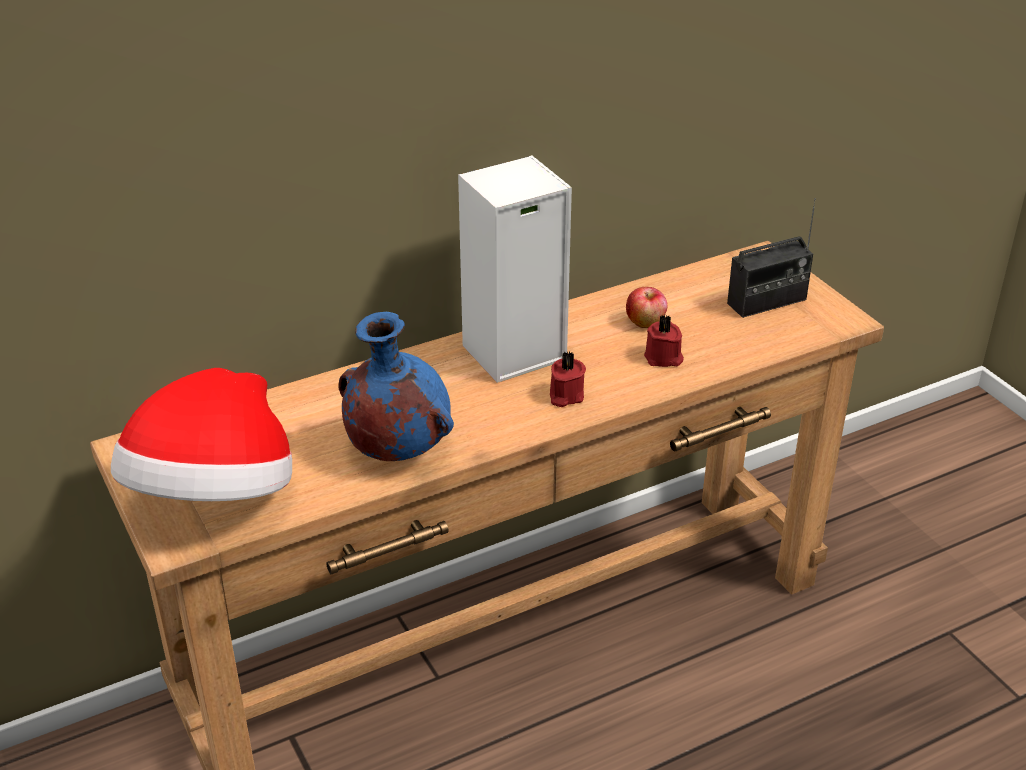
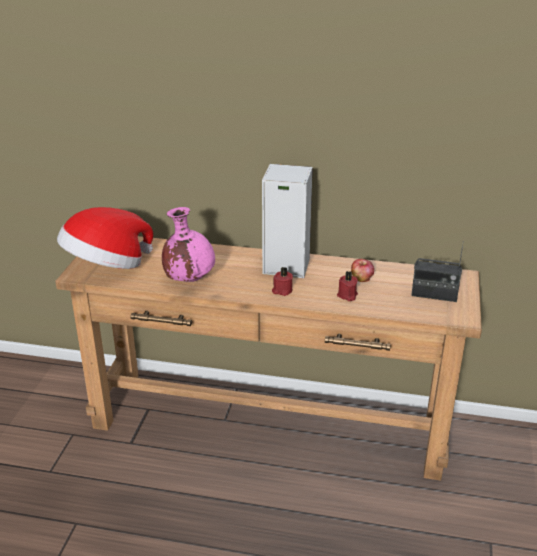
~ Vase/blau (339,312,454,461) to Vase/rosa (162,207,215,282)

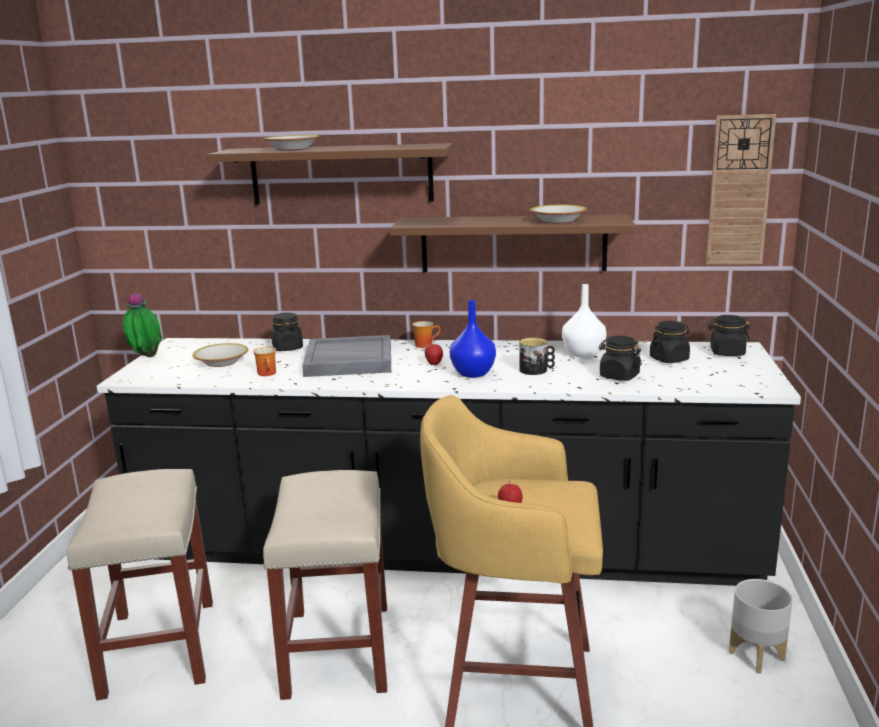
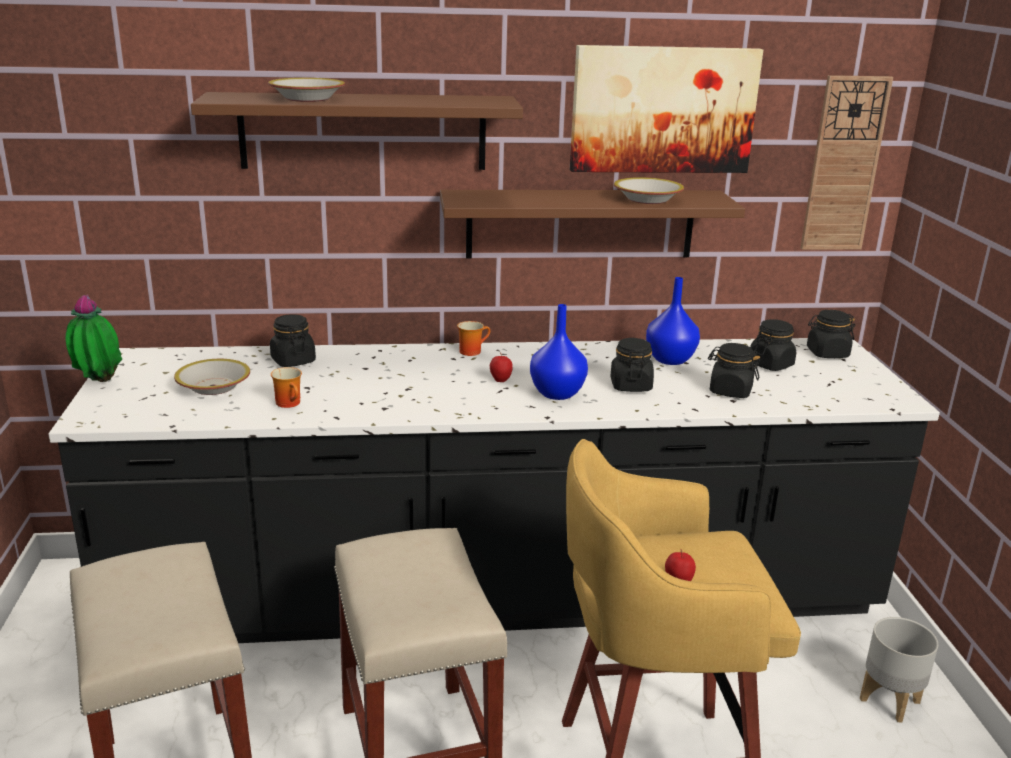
~ Vase/weiß (562,284,607,358) to Vase/blau (646,277,700,365)
- Tablett/grau (302,335,391,377)
~ Henkelbecher (519,338,555,375) to Vorratsglas/schwarz (611,338,654,392)
+ Bild (570,45,763,173)

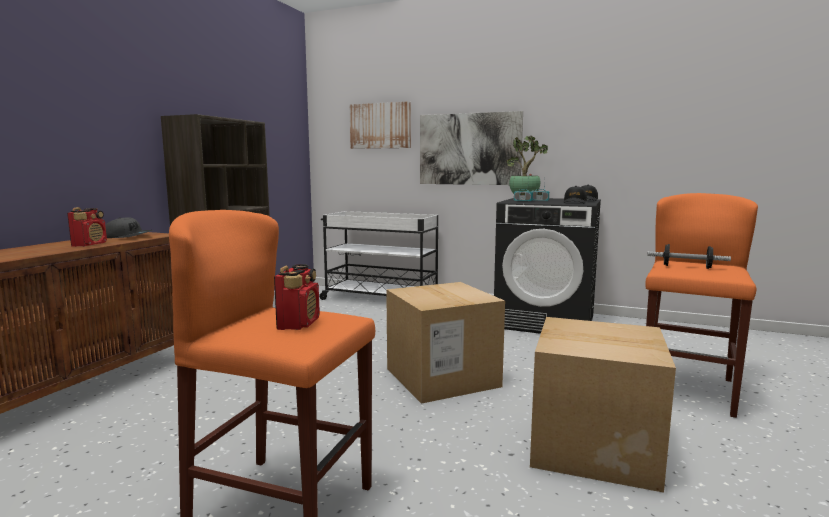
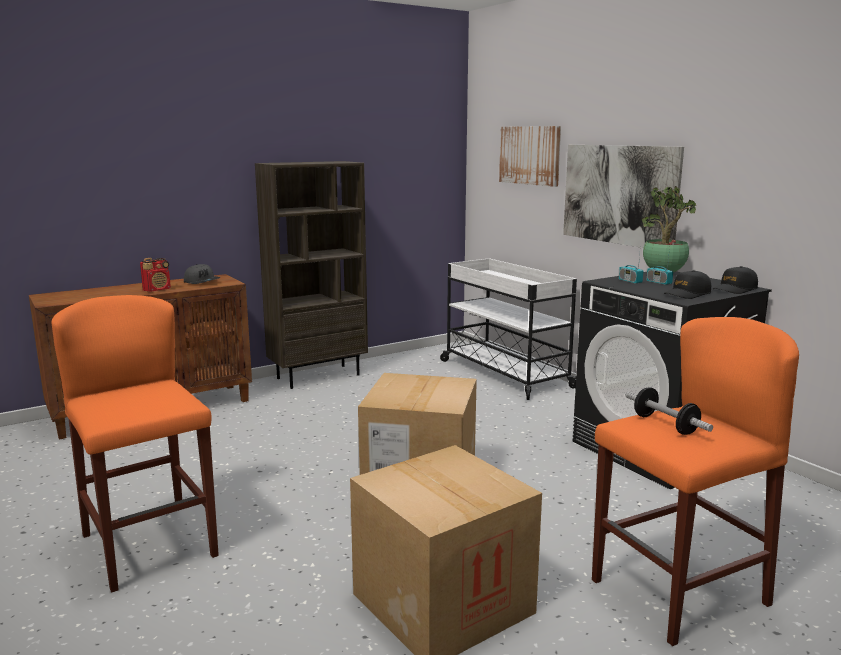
- Radio (274,264,320,330)

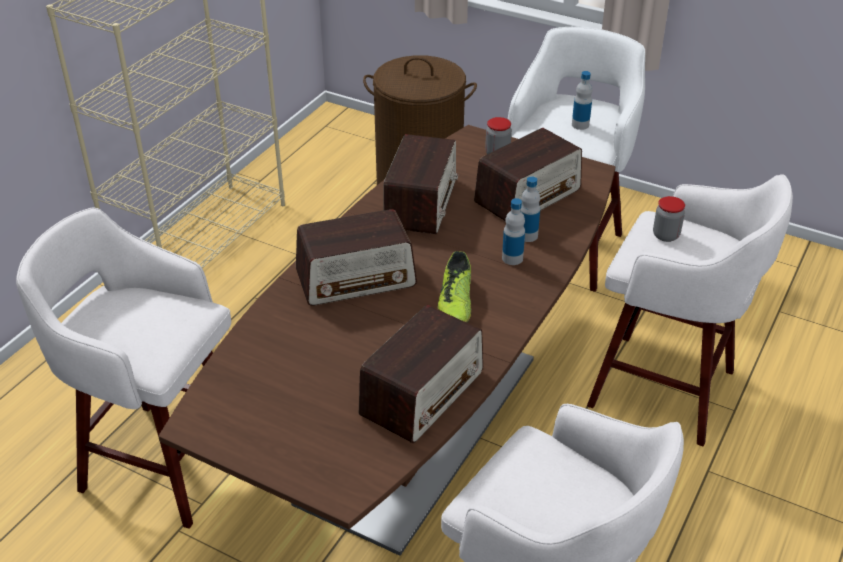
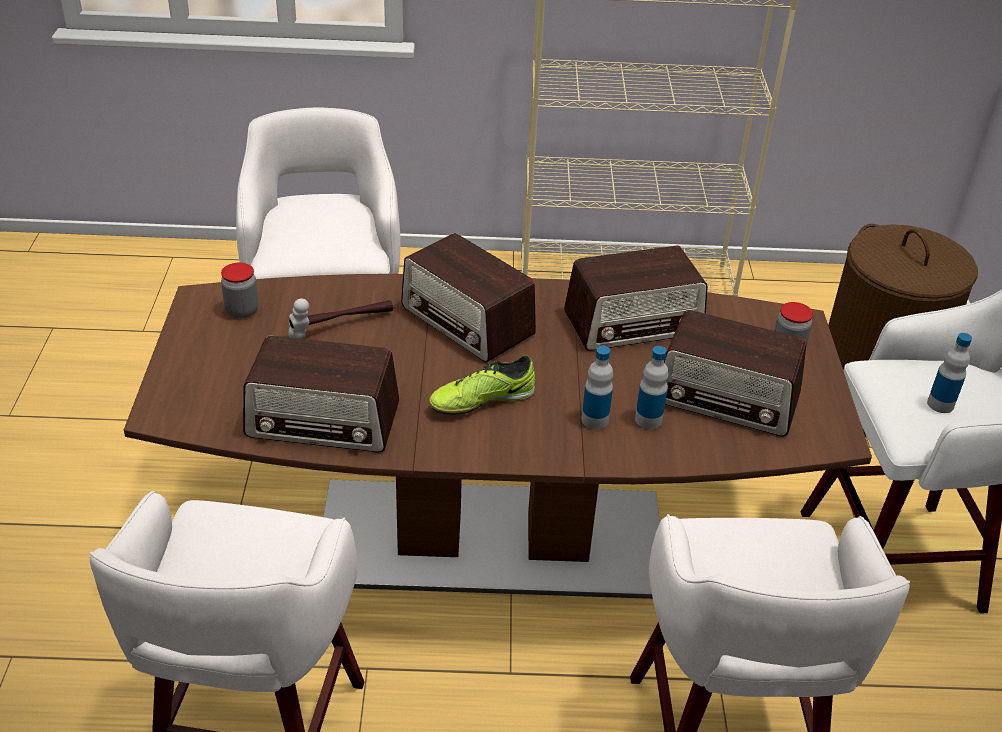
~ Vorratsglas (653,196,685,242) to (221,263,259,318)
+ Hammer (288,299,393,339)

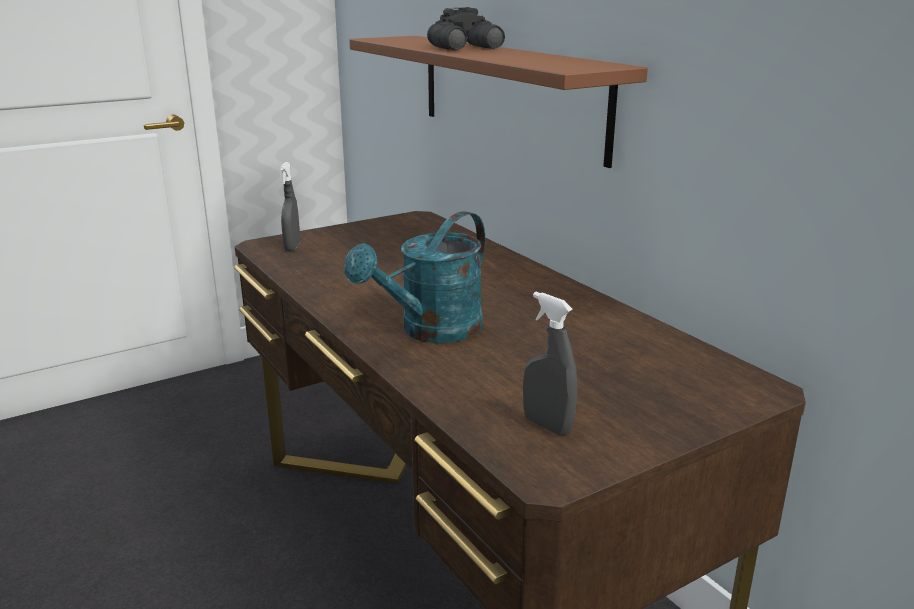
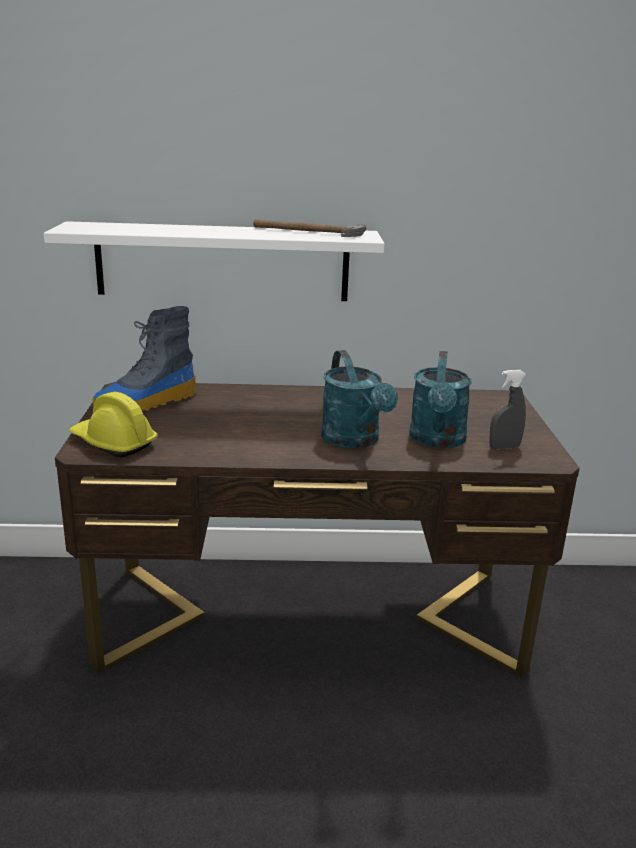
- Fernglas/schwarz (427,7,505,50)
~ Wandregal/braun (349,36,648,168) to Wandregal/weiß (44,221,385,301)
~ Sprühflasche/grau (280,162,300,251) to Schutzhelm/gelb (69,392,158,458)
+ Hammer (253,219,366,237)
+ Stiefel (93,306,196,411)
+ Gießkanne/türkis (409,351,472,448)

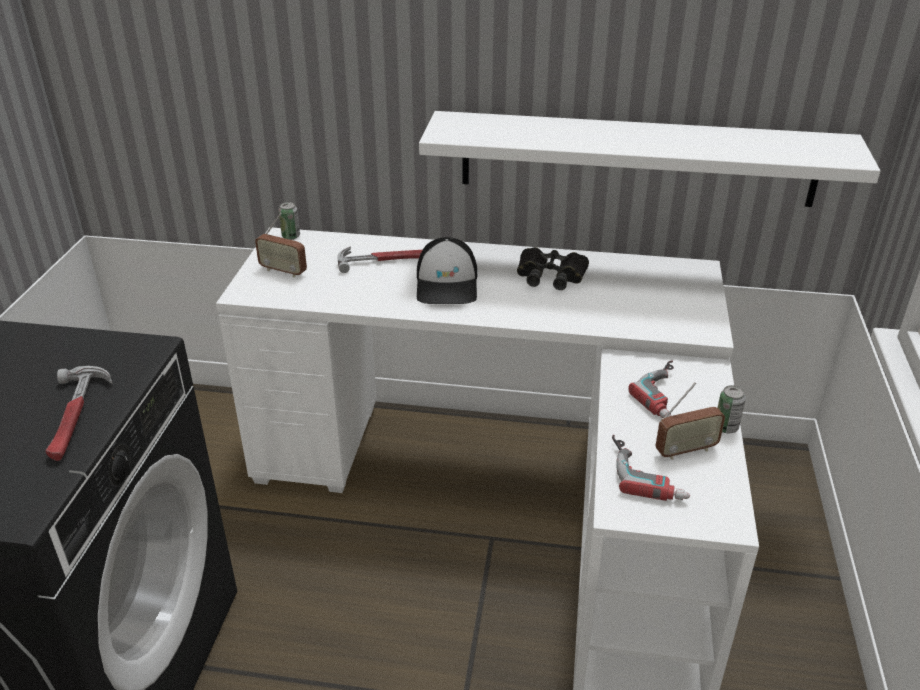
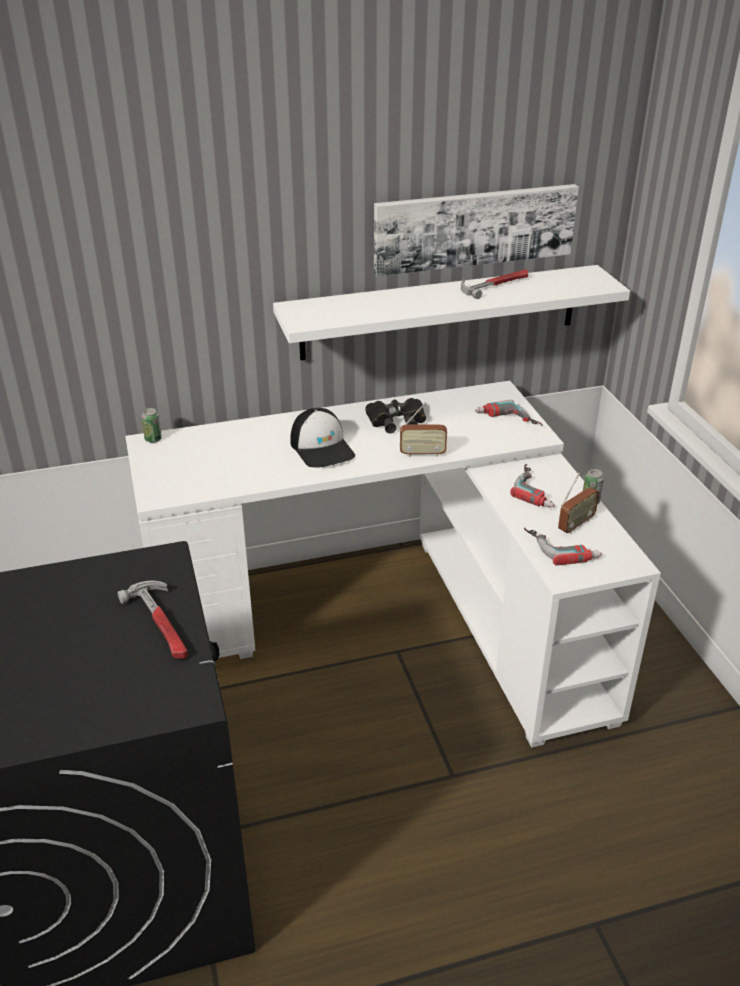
~ Radio (255,213,307,278) to (400,403,447,457)
~ Hammer (337,247,422,273) to (461,269,528,299)
+ Bild (374,184,579,276)
+ Bohrmaschine (475,400,543,426)

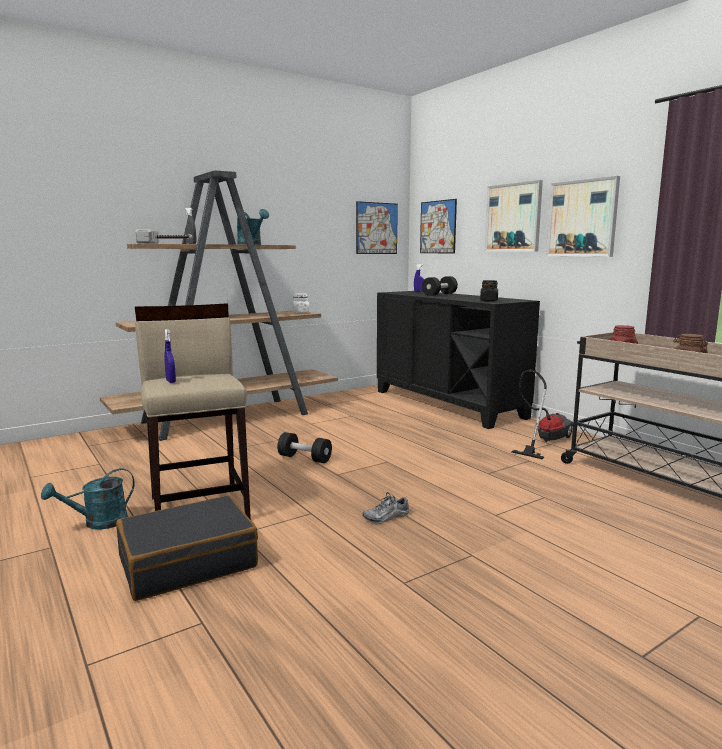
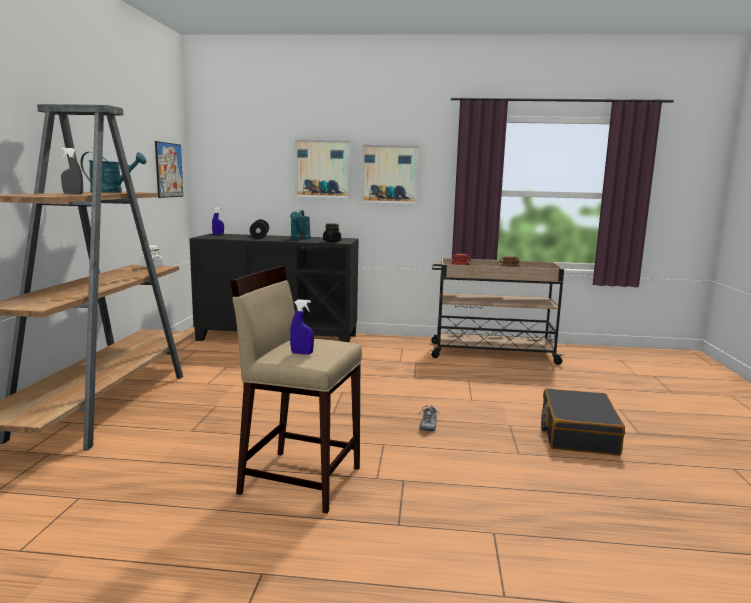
- Bild (420,199,457,253)
- Hammer (135,229,193,244)
- Staubsauger (512,370,573,459)
- Hantel/schwarz (277,432,332,463)
~ Gießkanne/türkis (41,468,135,530) to (290,210,311,240)
~ Koffer/schwarz (116,495,258,601) to (541,388,625,456)

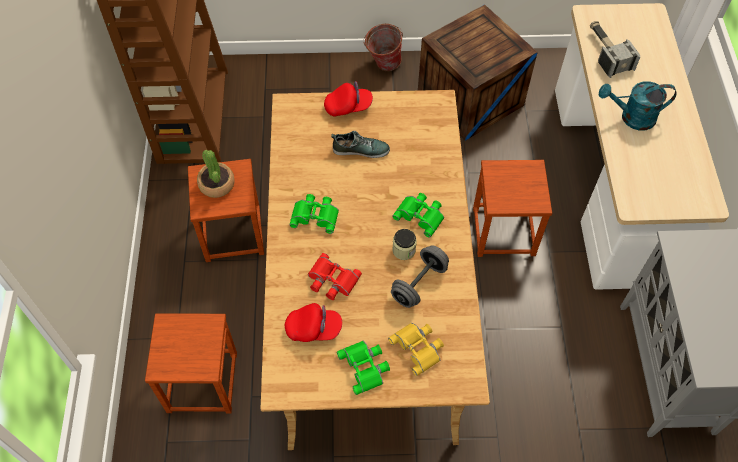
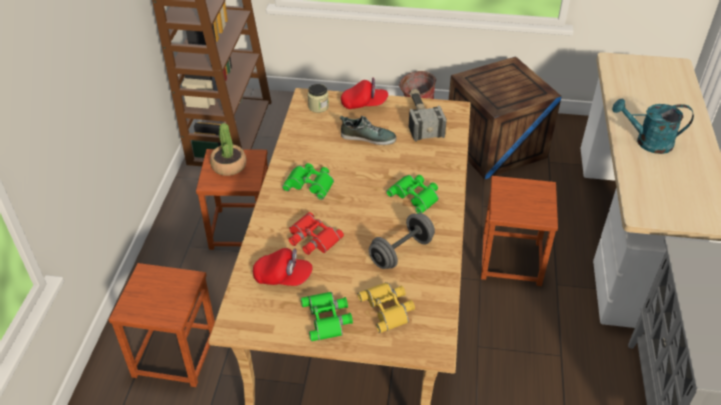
~ Hammer (590,21,640,78) to (409,89,447,142)
~ Vorratsglas (392,229,417,260) to (308,84,329,113)

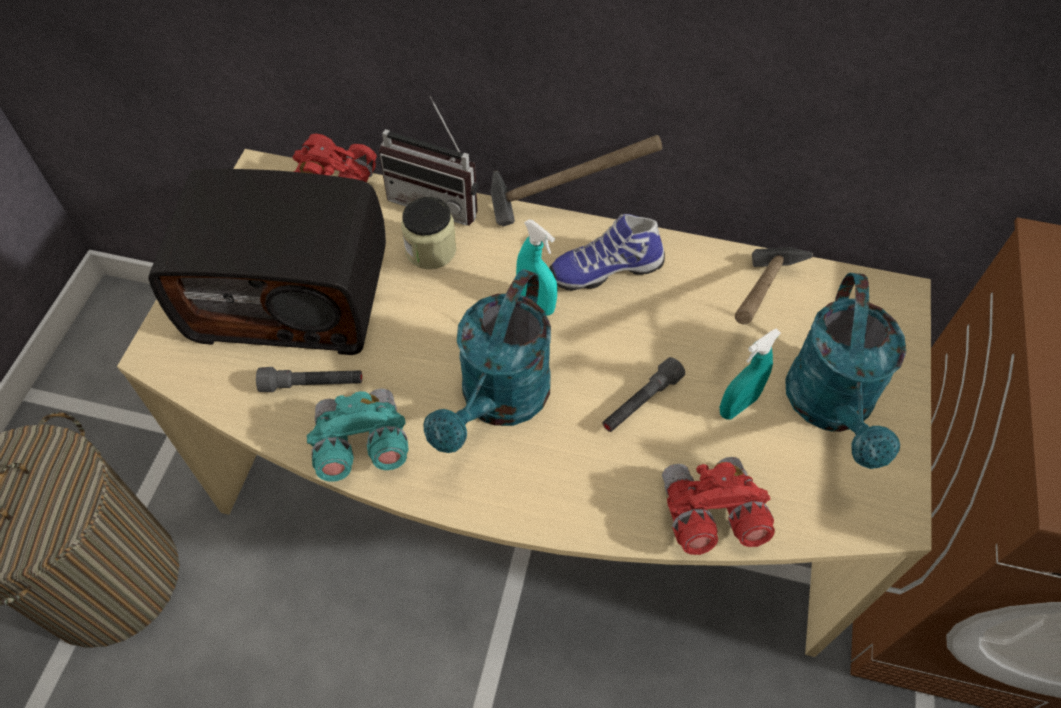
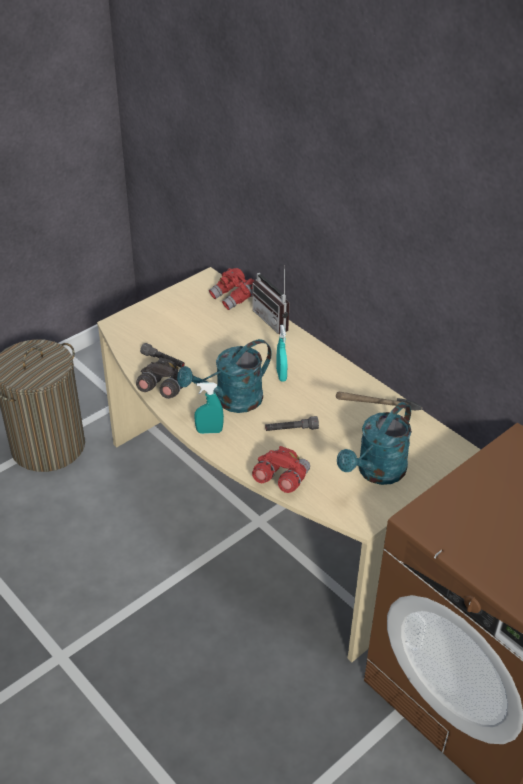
- Hammer (490,135,662,227)
- Radio (148,169,386,355)
- Vorratsglas (401,197,456,269)
- Schuh (549,214,665,291)
~ Sprühflasche/türkis (720,329,781,419) to (194,382,224,434)
~ Fernglas/türkis (307,389,409,482) to Fernglas/grau (136,357,183,399)

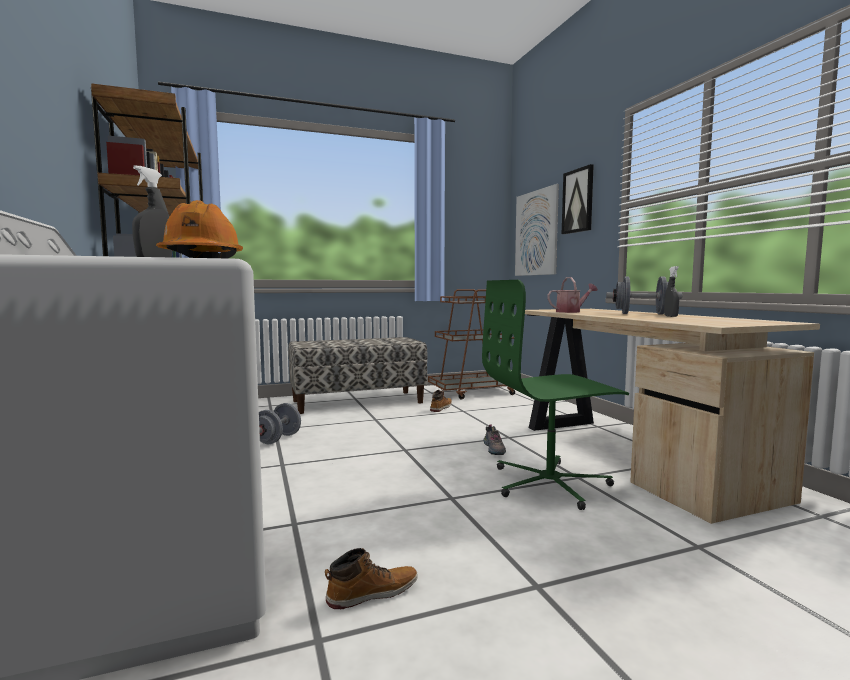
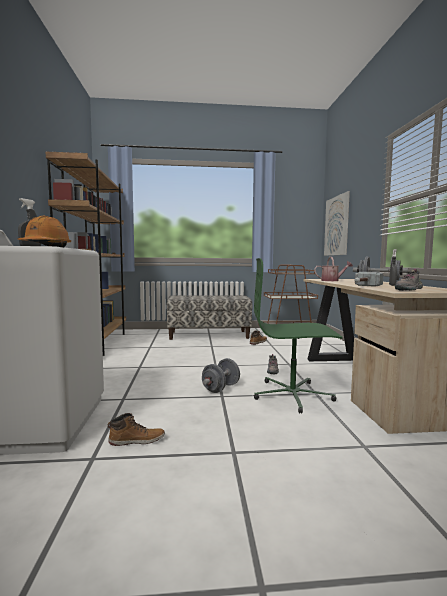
- Bild (562,164,594,234)
~ Hantel/grau (259,403,301,444) to (202,358,240,393)
+ Schuh (395,269,423,291)
+ Hammer (354,272,383,287)

